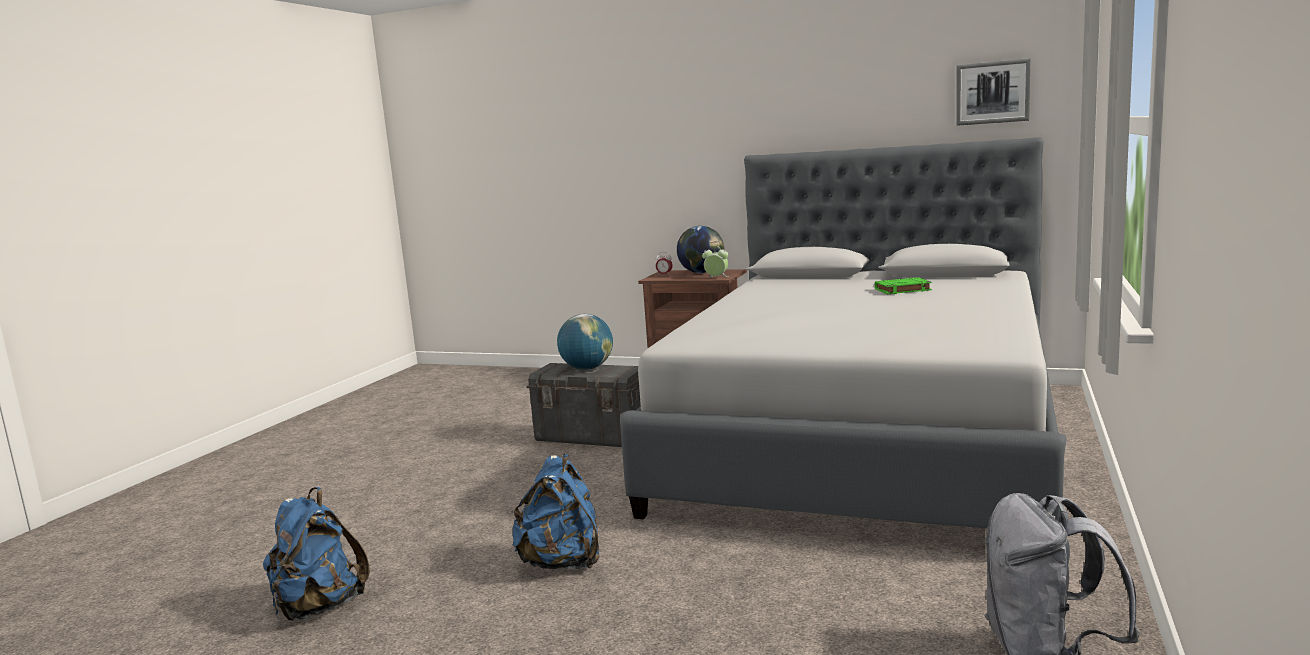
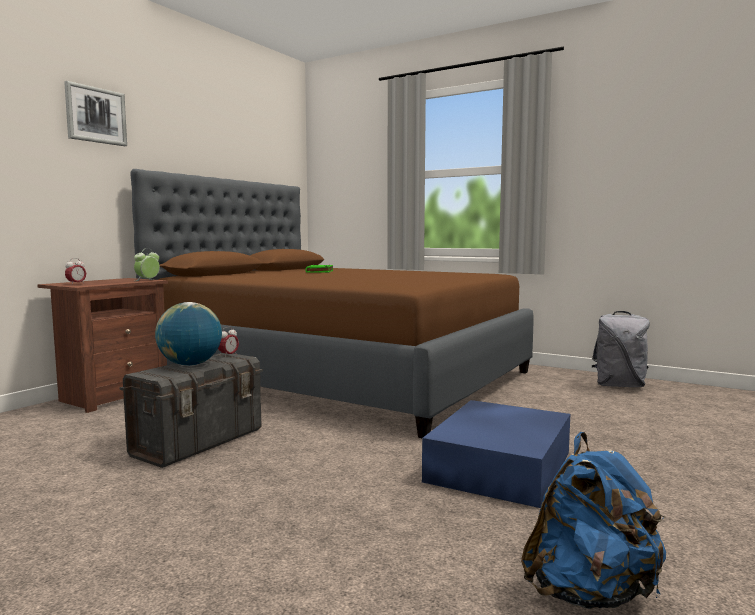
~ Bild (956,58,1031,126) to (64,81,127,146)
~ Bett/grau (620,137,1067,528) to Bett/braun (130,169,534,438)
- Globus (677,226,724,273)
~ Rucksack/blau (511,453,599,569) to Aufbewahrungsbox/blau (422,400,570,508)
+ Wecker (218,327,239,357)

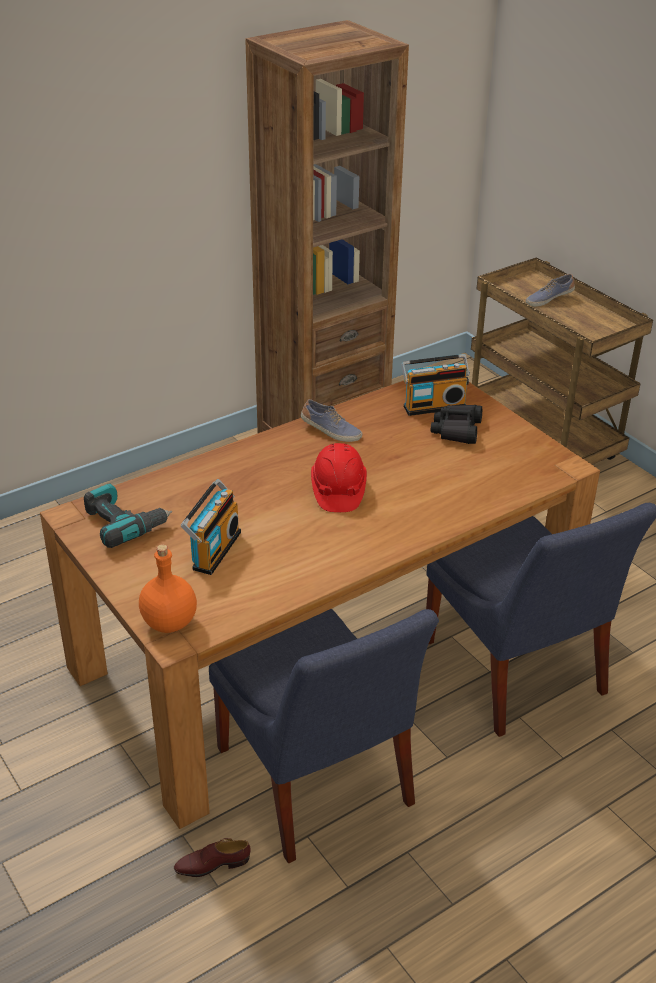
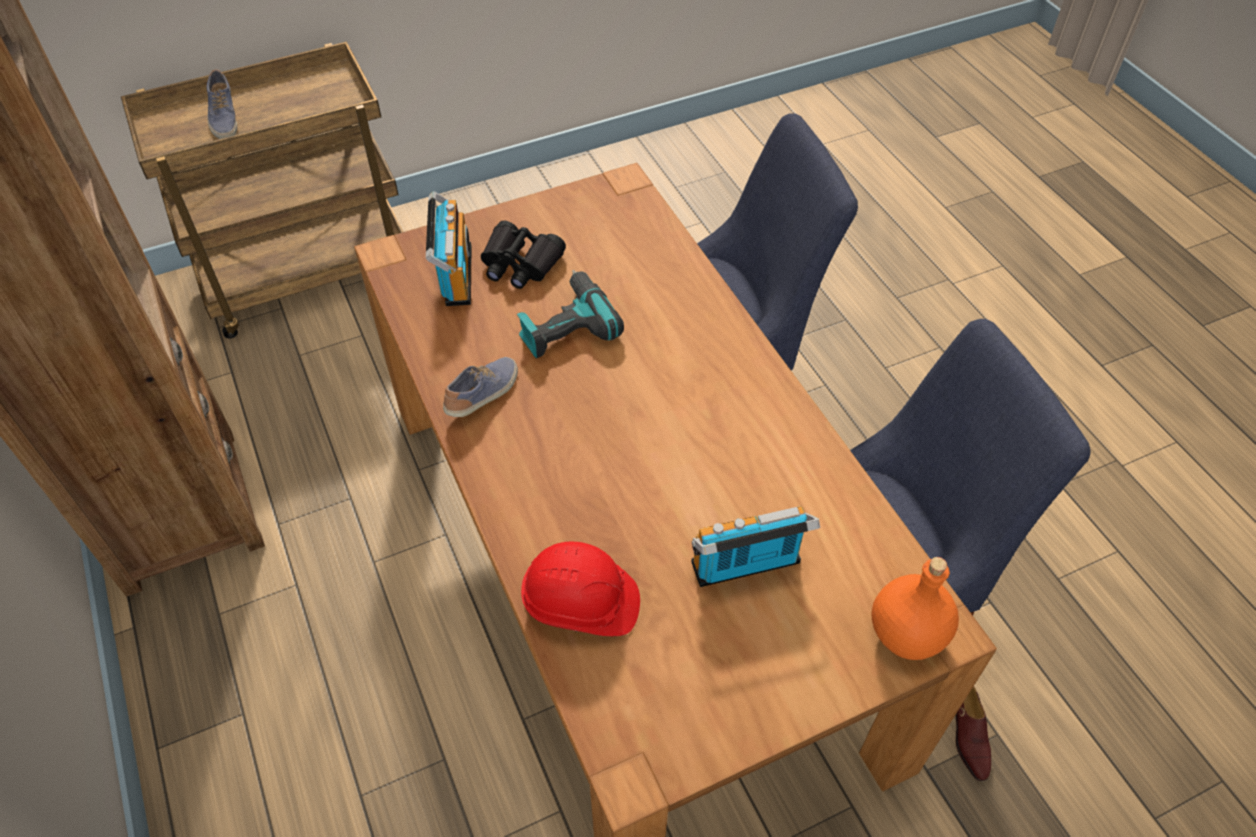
~ Schutzhelm/rot (311,443,367,512) to (521,542,640,636)
~ Radio (181,479,241,575) = (691,506,820,587) 45 degrees counterclockwise
~ Bohrmaschine (84,483,172,548) to (517,270,624,358)

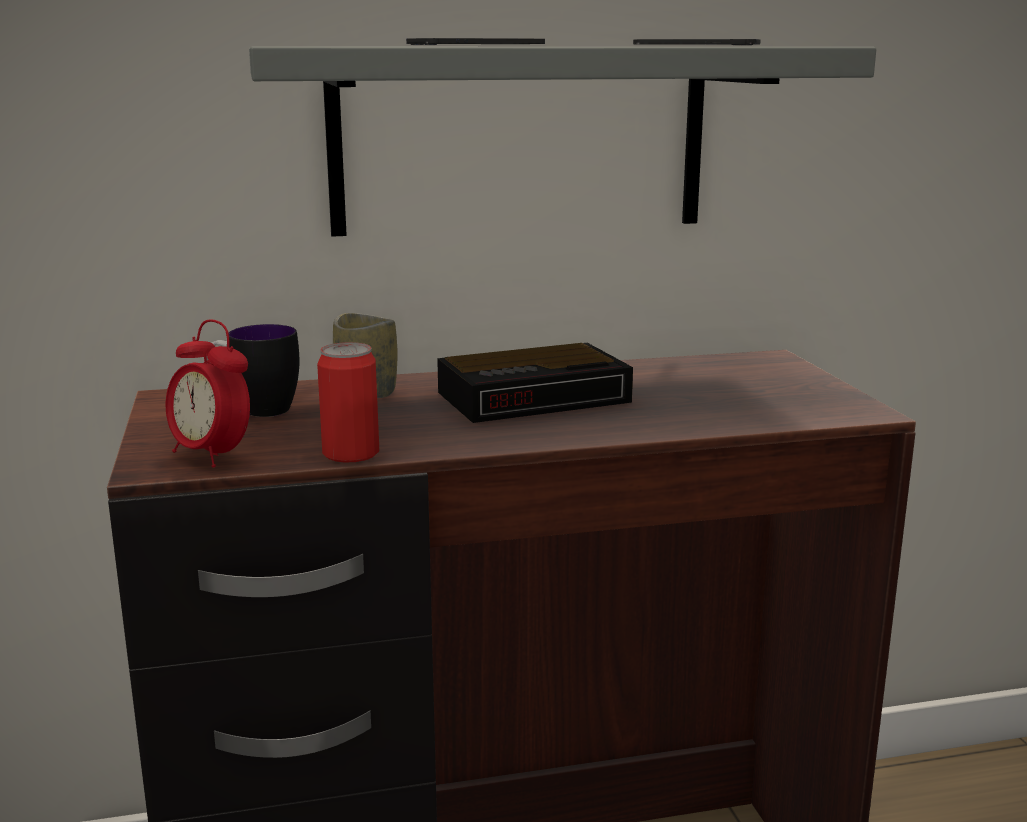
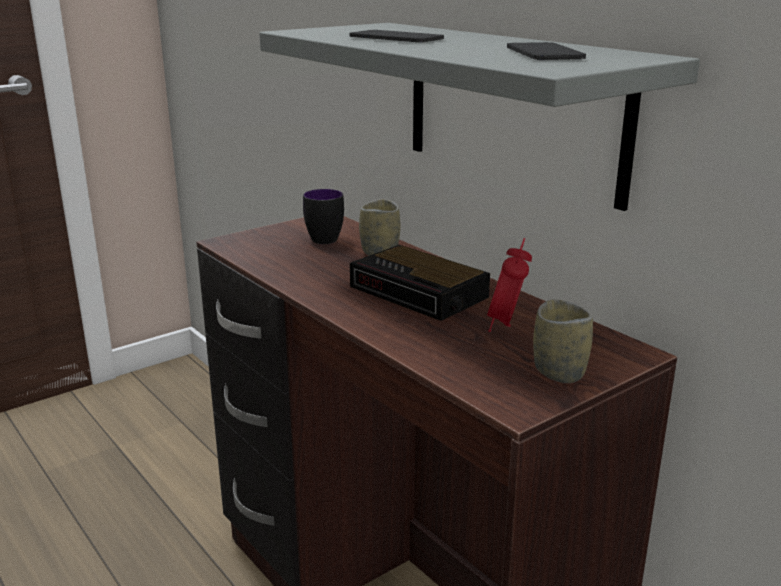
~ Wecker (166,319,250,468) to (487,238,532,332)
- Dose (317,342,379,463)
+ Tasse (533,299,593,383)

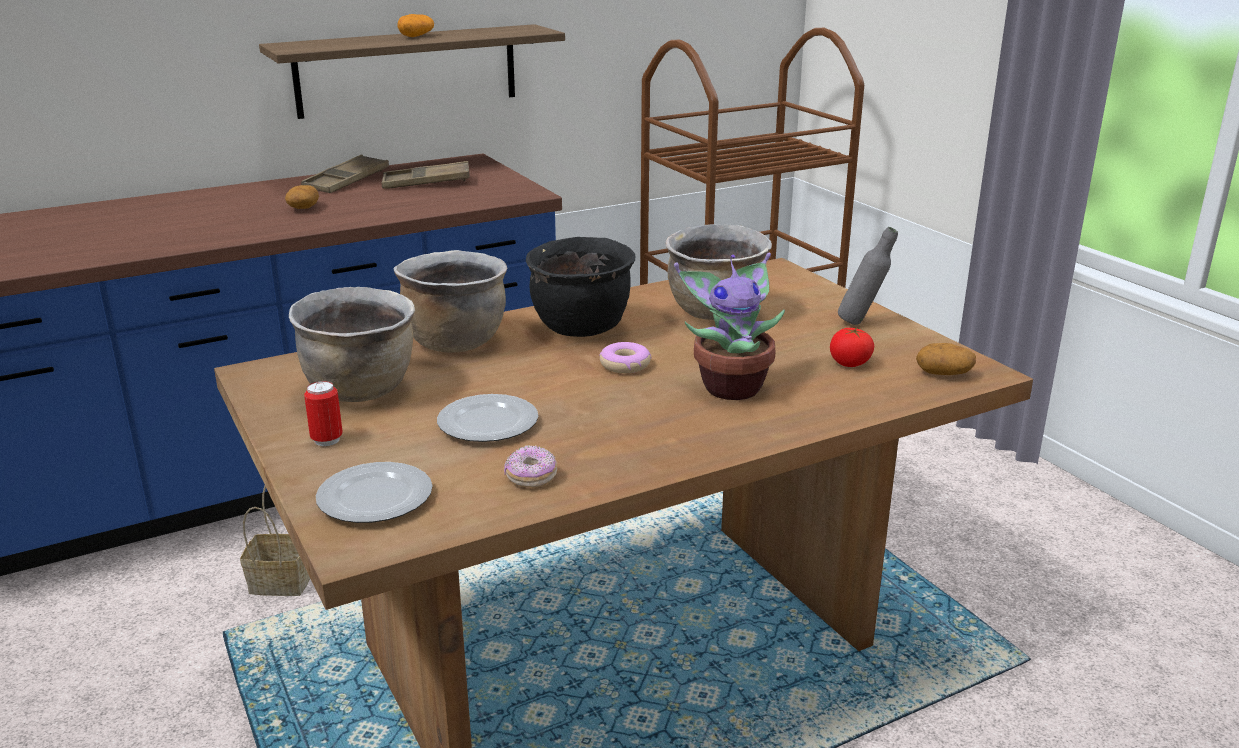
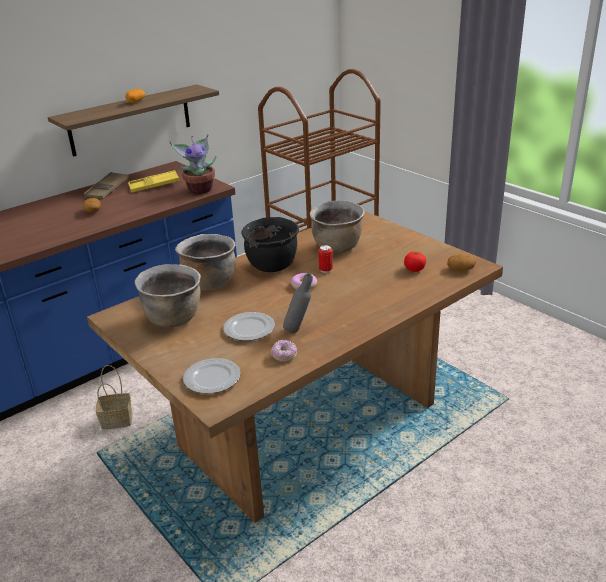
~ Tablett/braun (382,161,469,189) to Tablett/gelb (128,170,180,193)
~ Flasche/grau (838,227,898,325) to (283,273,313,333)
~ Topfpflanze (674,253,785,400) to (169,134,217,194)
~ Dose (304,381,343,446) to (318,245,333,273)

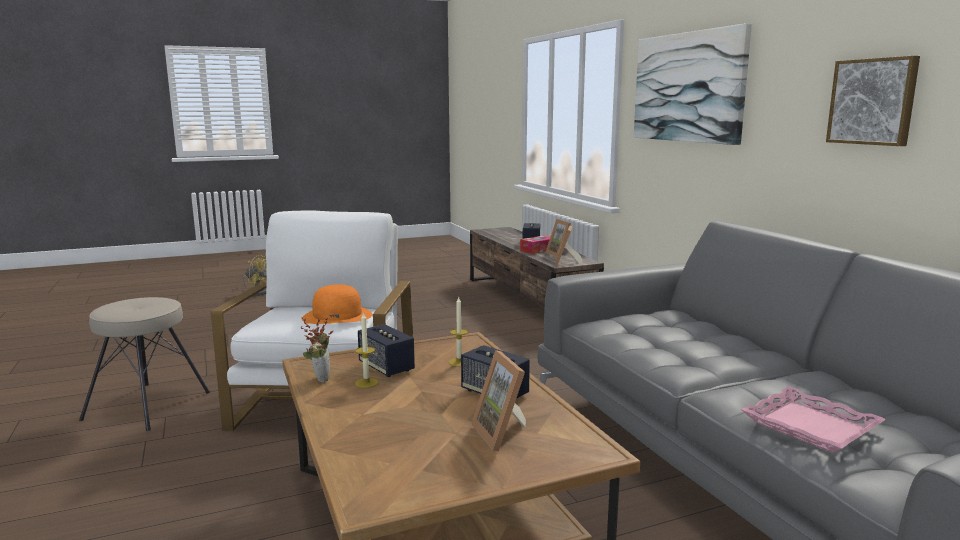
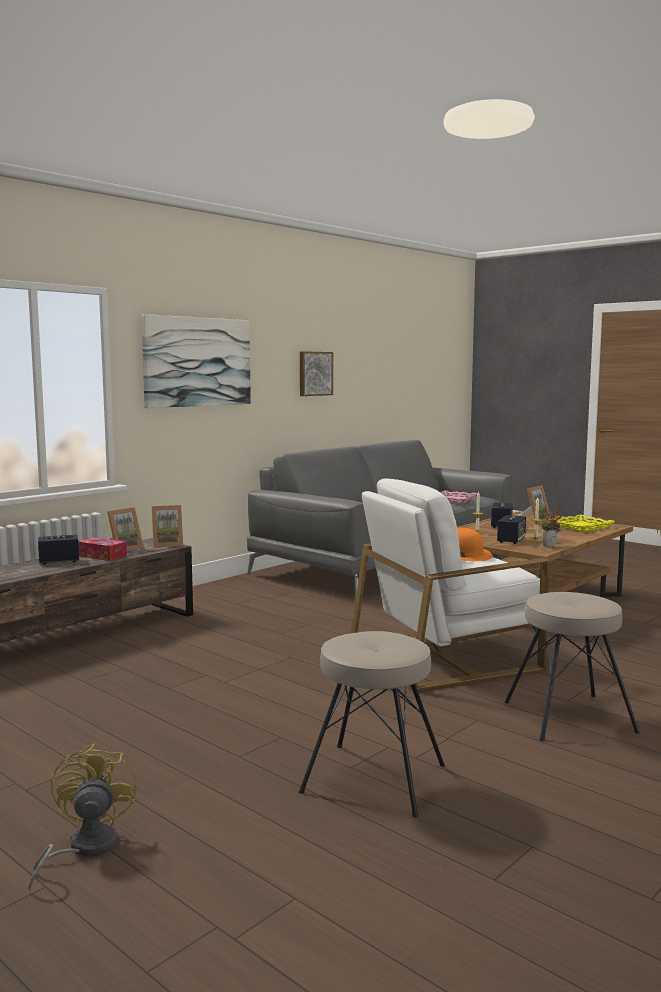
+ Tablett/gelb (554,515,615,532)
+ Hocker/beige (299,631,445,817)

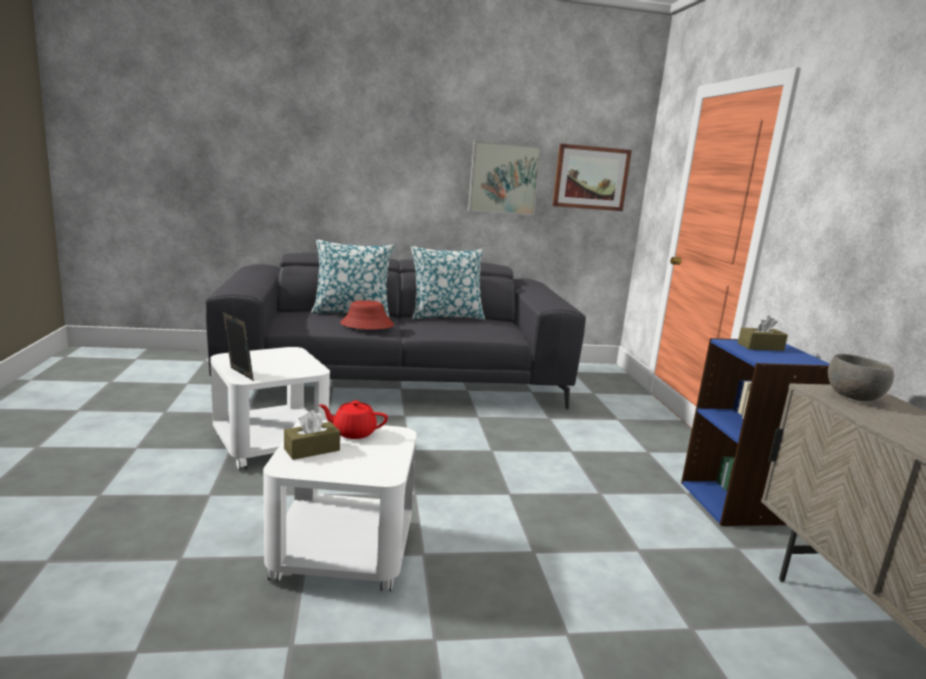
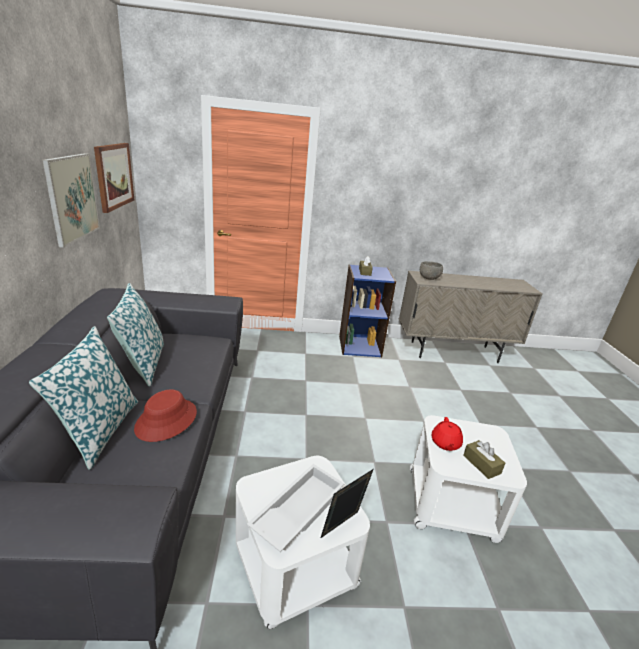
+ Tablett/weiß (247,464,344,552)

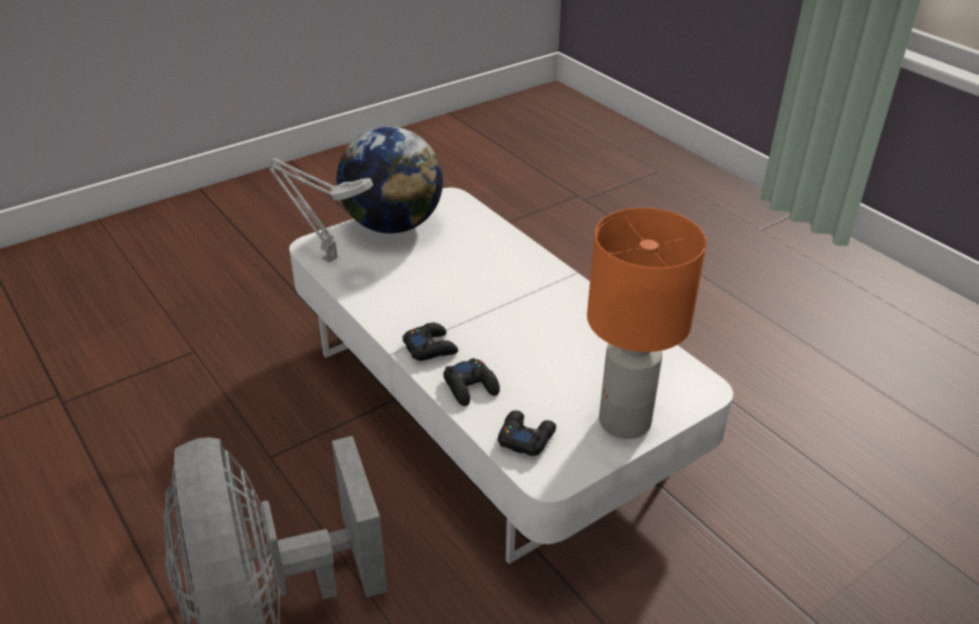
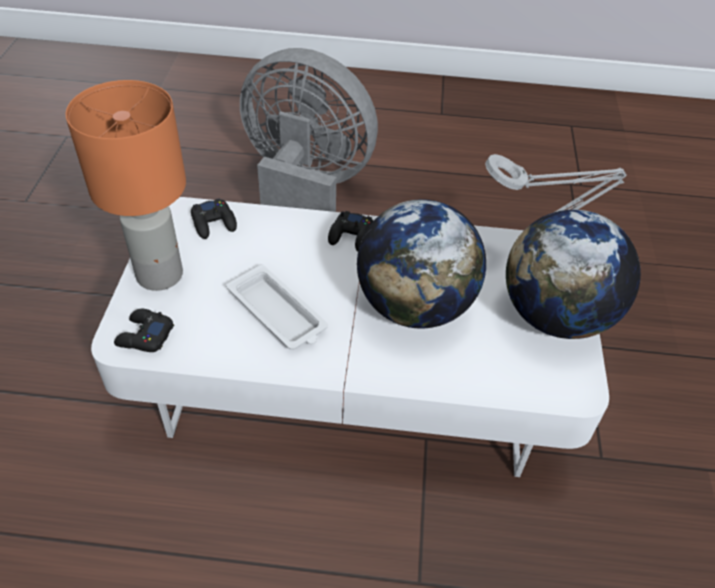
~ Gamepad/schwarz (443,358,500,406) to (114,309,174,352)
+ Globus (357,199,486,329)
+ Tablett/weiß (226,264,328,350)

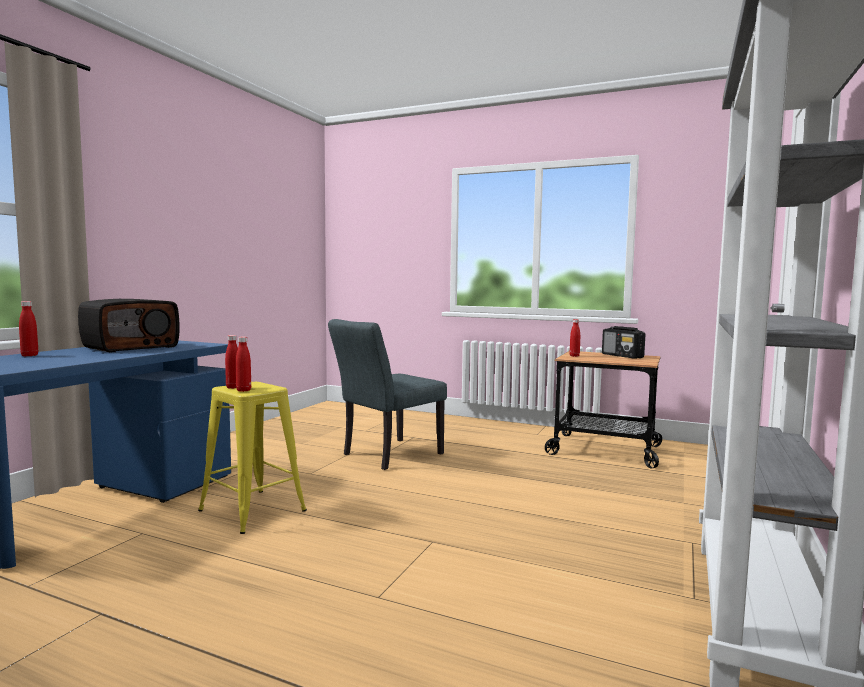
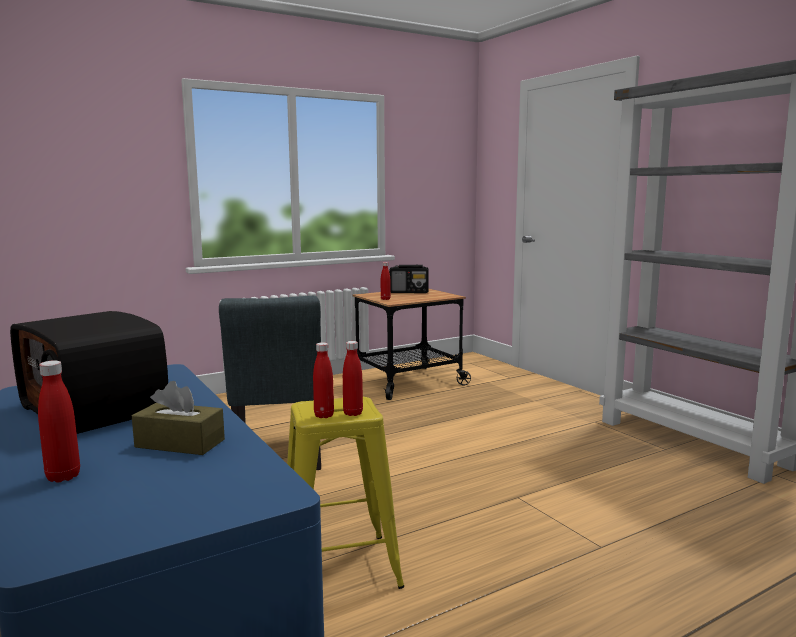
~ Radio (78,299,180,353) = (10,311,168,434) 150 degrees clockwise
+ Taschentuchbox/braun (132,381,225,455)

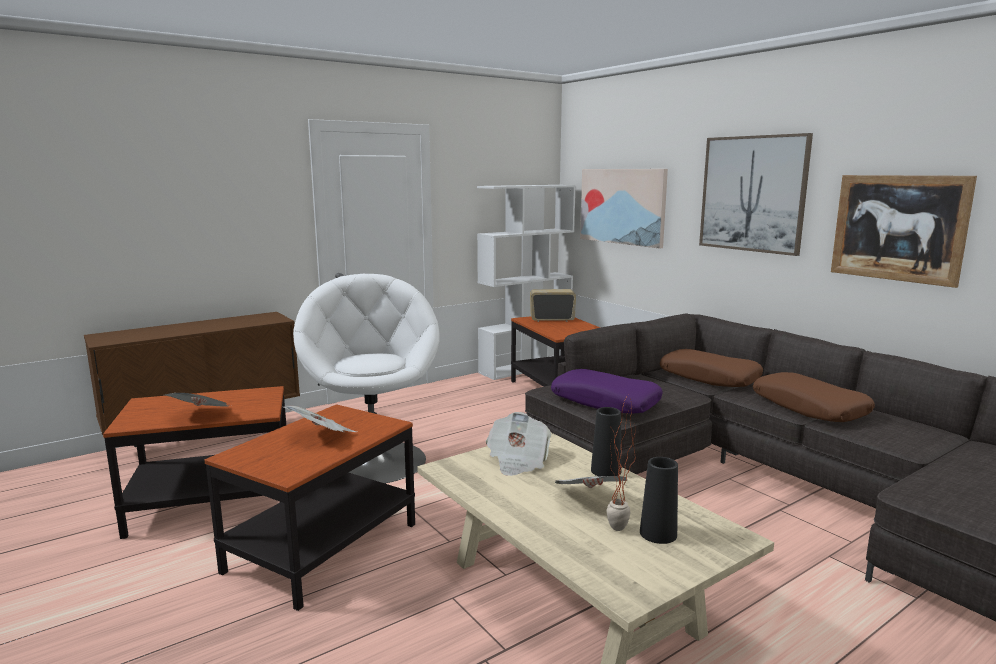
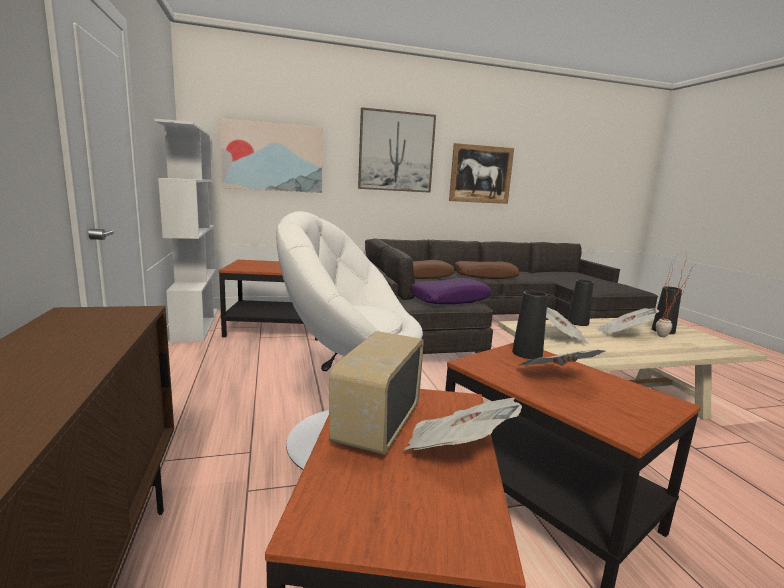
~ Radio (530,289,576,322) to (329,331,424,455)
+ Vase/schwarz (512,291,548,359)

